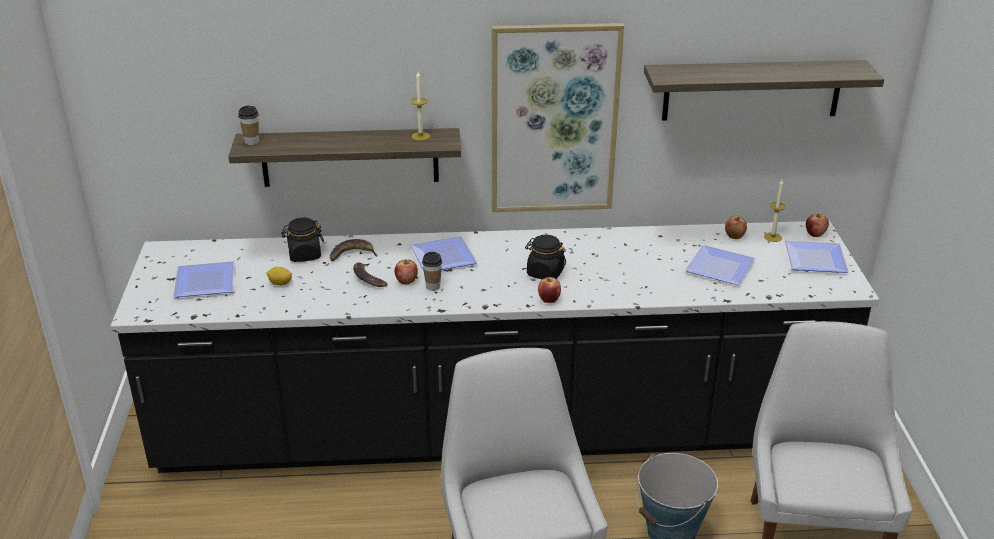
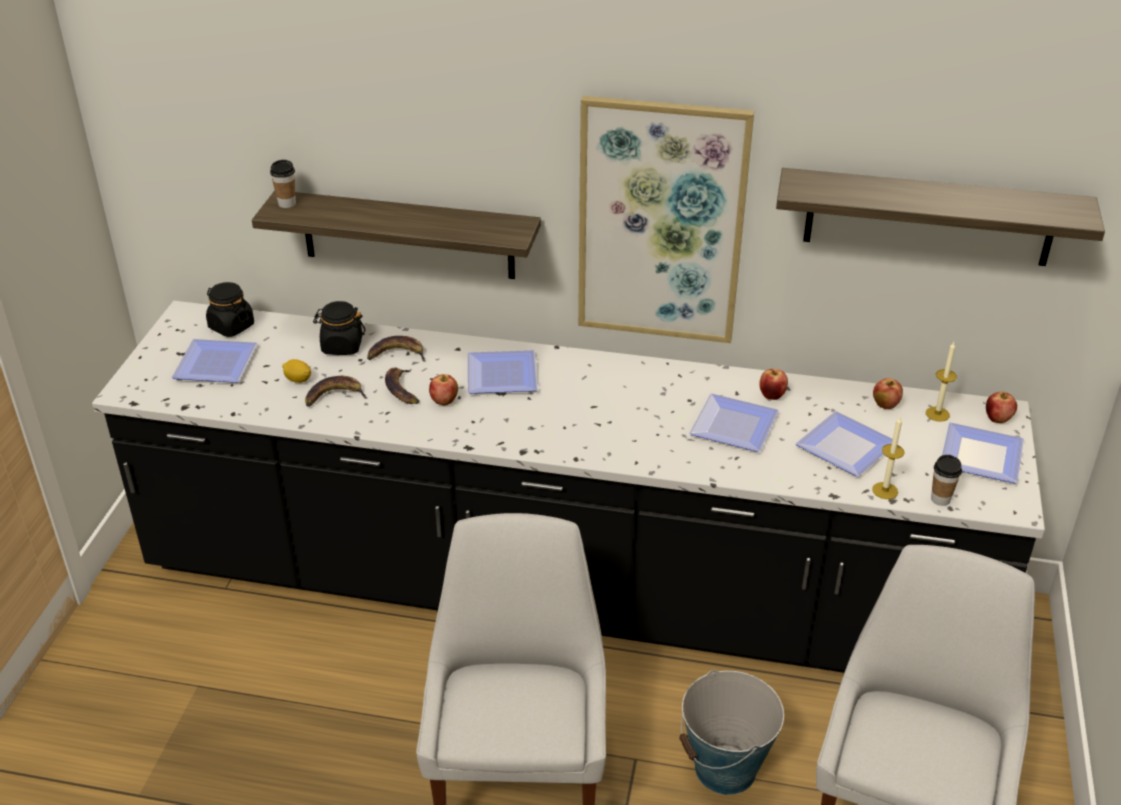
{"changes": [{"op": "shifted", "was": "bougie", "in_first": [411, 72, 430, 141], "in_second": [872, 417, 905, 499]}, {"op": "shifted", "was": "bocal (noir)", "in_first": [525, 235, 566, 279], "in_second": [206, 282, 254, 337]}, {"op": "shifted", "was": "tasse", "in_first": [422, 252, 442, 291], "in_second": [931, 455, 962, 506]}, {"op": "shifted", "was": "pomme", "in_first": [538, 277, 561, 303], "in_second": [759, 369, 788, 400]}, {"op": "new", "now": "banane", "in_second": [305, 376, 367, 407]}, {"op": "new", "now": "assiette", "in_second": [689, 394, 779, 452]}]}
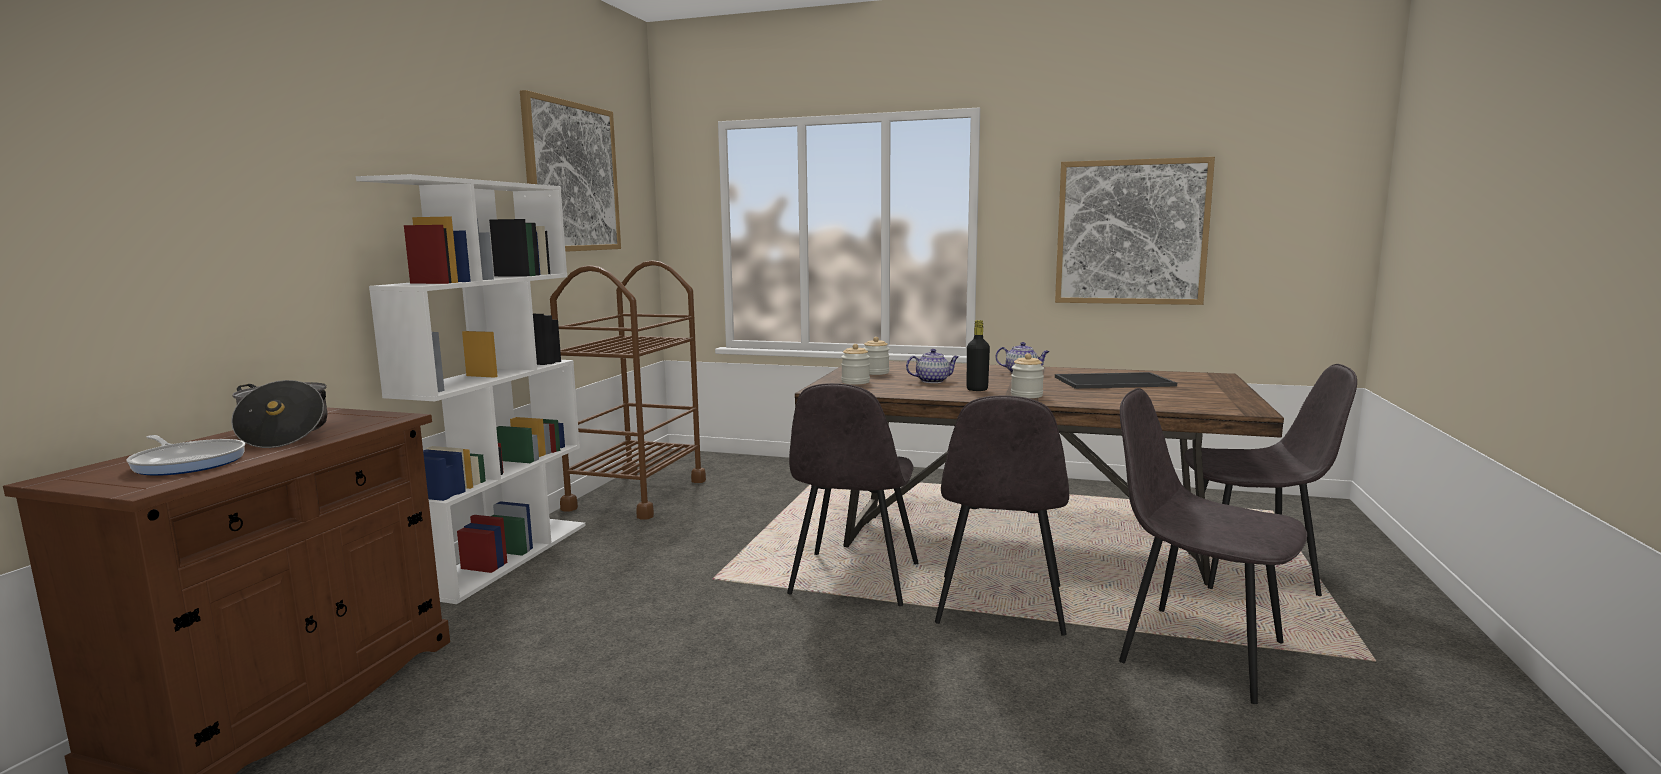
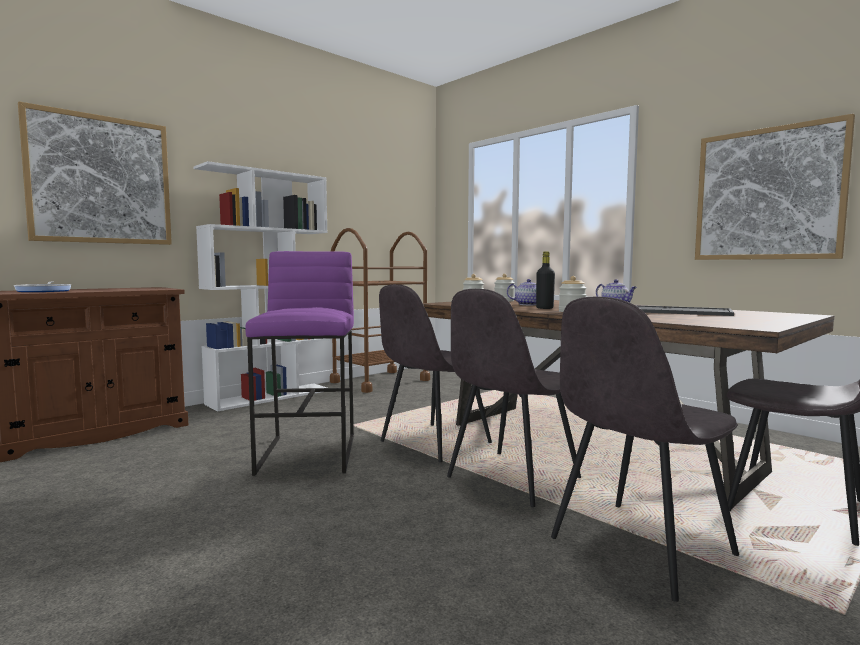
{"changes": [{"op": "shifted", "was": "tableau", "in_first": [520, 90, 621, 252], "in_second": [18, 101, 172, 245]}, {"op": "gone", "was": "marmite", "in_first": [231, 380, 327, 448]}, {"op": "rotated", "was": "chaise (gris)", "in_first": [1119, 388, 1307, 704], "in_second": [551, 297, 739, 602], "clockwise": -105}, {"op": "new", "now": "tabouret (violet)", "in_second": [245, 251, 354, 476]}]}
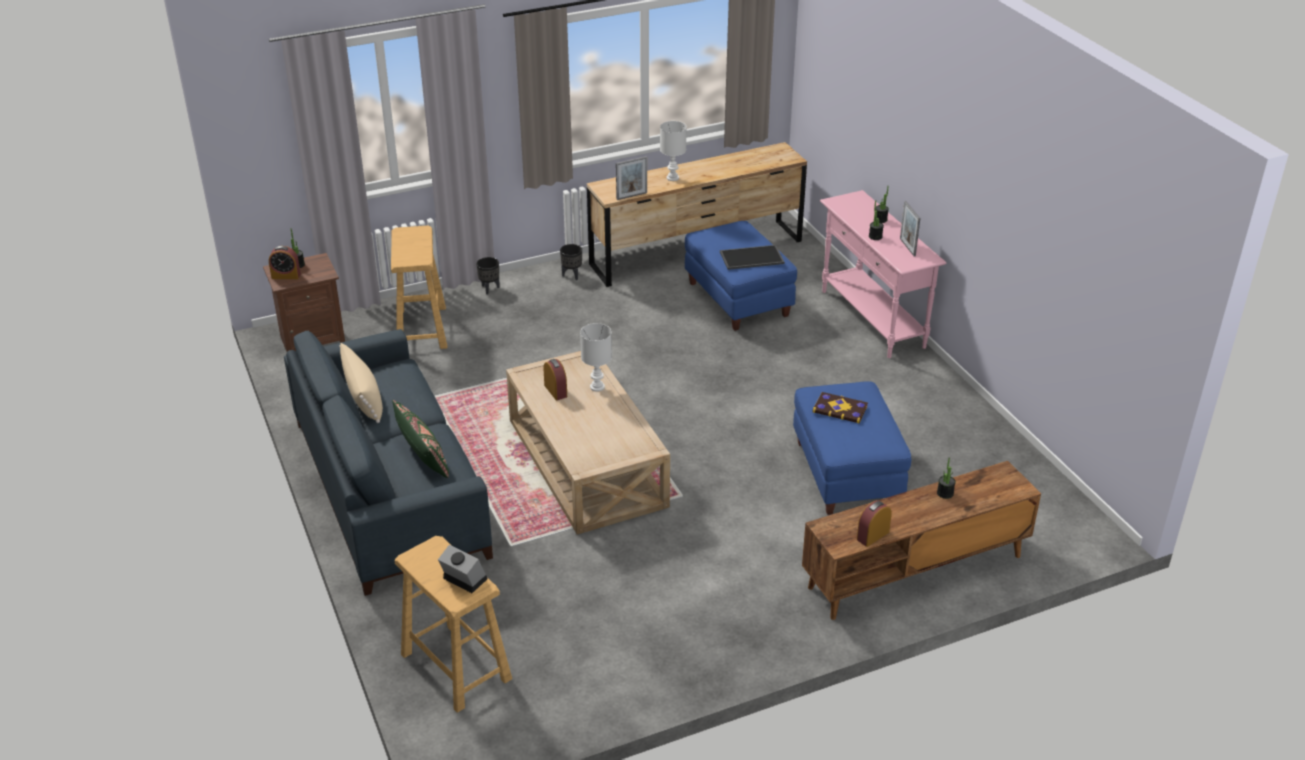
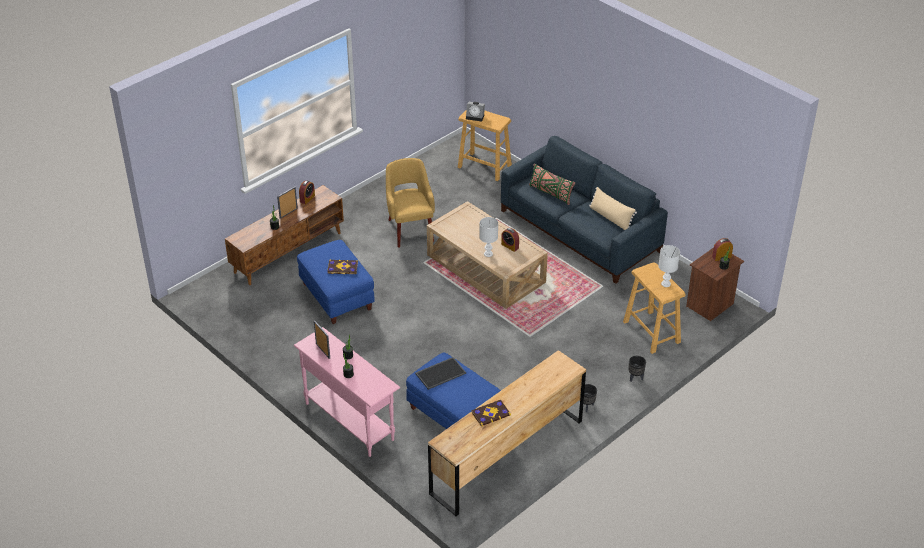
{"changes": [{"op": "shifted", "was": "lampe de table (blanc)", "in_first": [660, 121, 687, 181], "in_second": [658, 245, 680, 287]}, {"op": "shifted", "was": "cadre photo", "in_first": [616, 156, 647, 200], "in_second": [277, 186, 298, 219]}, {"op": "new", "now": "fauteuil (jaune)", "in_second": [386, 158, 435, 248]}, {"op": "new", "now": "livre", "in_second": [471, 400, 511, 426]}]}
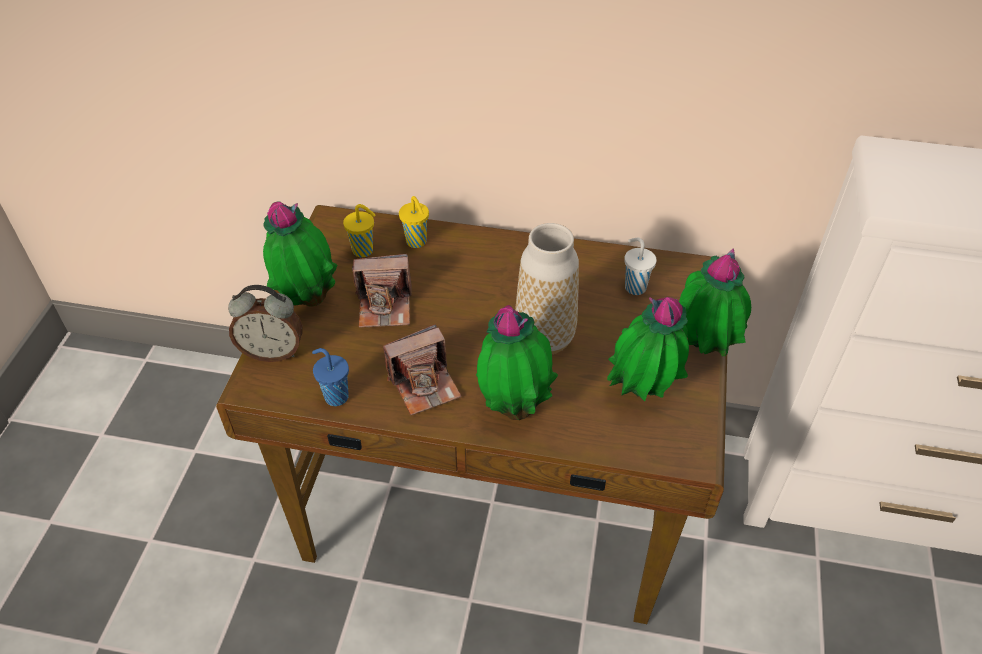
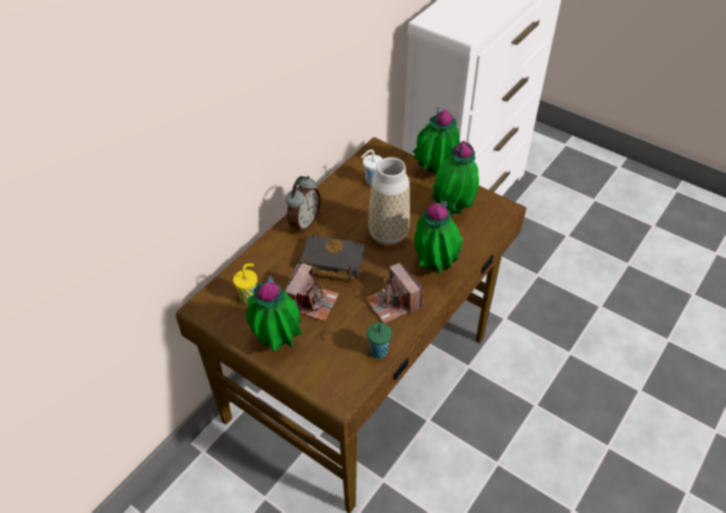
{"changes": [{"op": "gone", "was": "tasse (jaune)", "in_first": [399, 196, 429, 248]}, {"op": "shifted", "was": "réveil", "in_first": [228, 285, 303, 362], "in_second": [286, 176, 321, 234]}, {"op": "rotated", "was": "appareil photo", "in_first": [383, 324, 461, 415], "in_second": [365, 262, 423, 324], "clockwise": 150}, {"op": "repainted", "was": "tasse (bleu)", "now": "tasse (vert)", "in_first": [312, 348, 349, 406], "in_second": [366, 322, 392, 359]}, {"op": "new", "now": "livre (noir)", "in_second": [300, 233, 365, 280]}]}
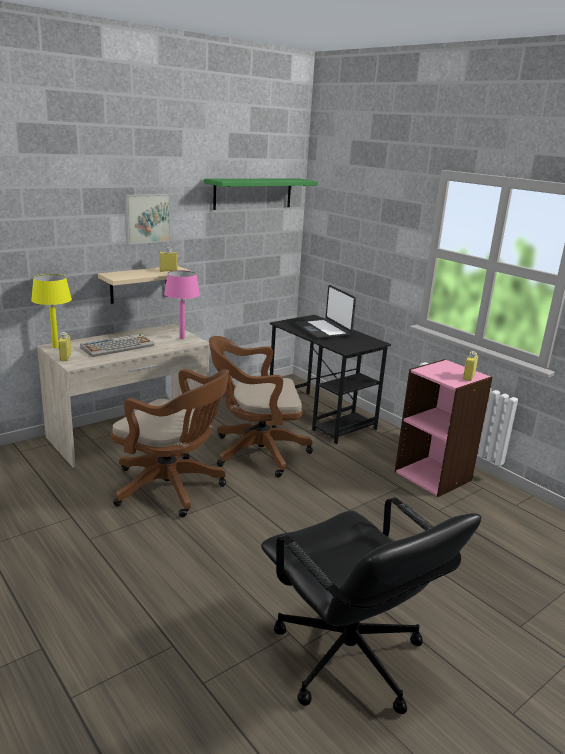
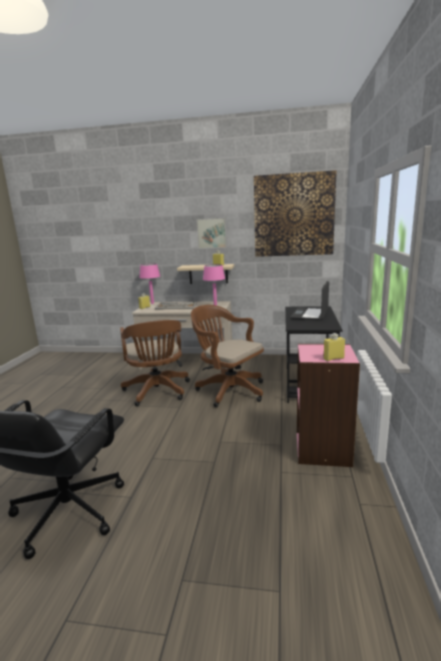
{"changes": [{"op": "swapped", "was": "étagère (vert)", "now": "tableau", "in_first": [204, 179, 318, 210], "in_second": [254, 170, 337, 257]}, {"op": "repainted", "was": "lampe de table (jaune)", "now": "lampe de table (rose)", "in_first": [31, 274, 72, 348], "in_second": [139, 263, 160, 304]}]}
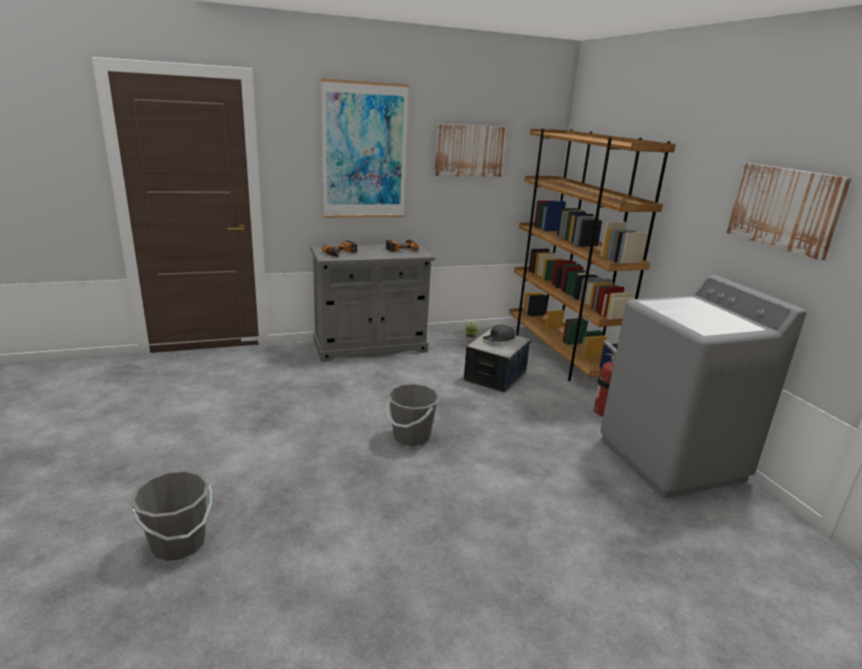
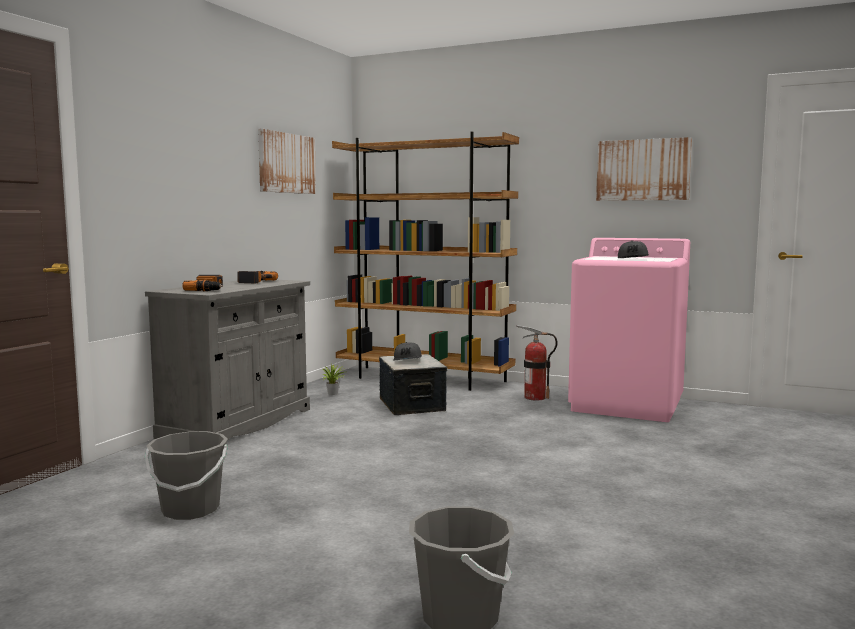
{"changes": [{"op": "gone", "was": "tableau", "in_first": [321, 78, 409, 218]}, {"op": "repainted", "was": "lave-linge (gris)", "now": "lave-linge (rose)", "in_first": [600, 275, 807, 498], "in_second": [568, 238, 690, 422]}, {"op": "shifted", "was": "seau (gris)", "in_first": [387, 384, 440, 446], "in_second": [145, 431, 228, 520]}, {"op": "new", "now": "casquette (gris)", "in_second": [618, 241, 648, 258]}]}
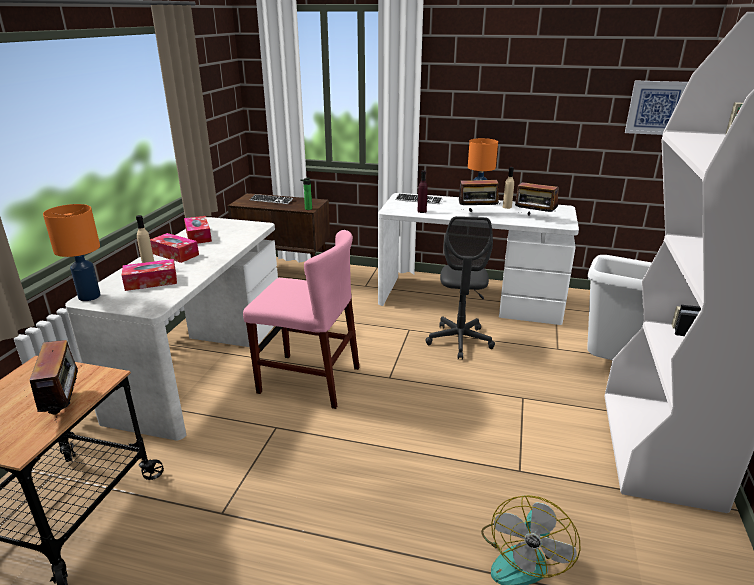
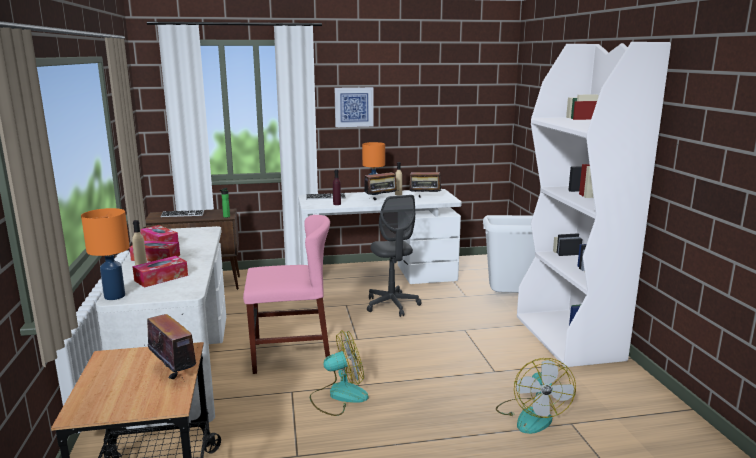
{"changes": [{"op": "shifted", "was": "tableau", "in_first": [625, 81, 688, 135], "in_second": [335, 87, 374, 127]}, {"op": "new", "now": "ventilateur", "in_second": [310, 330, 369, 416]}]}
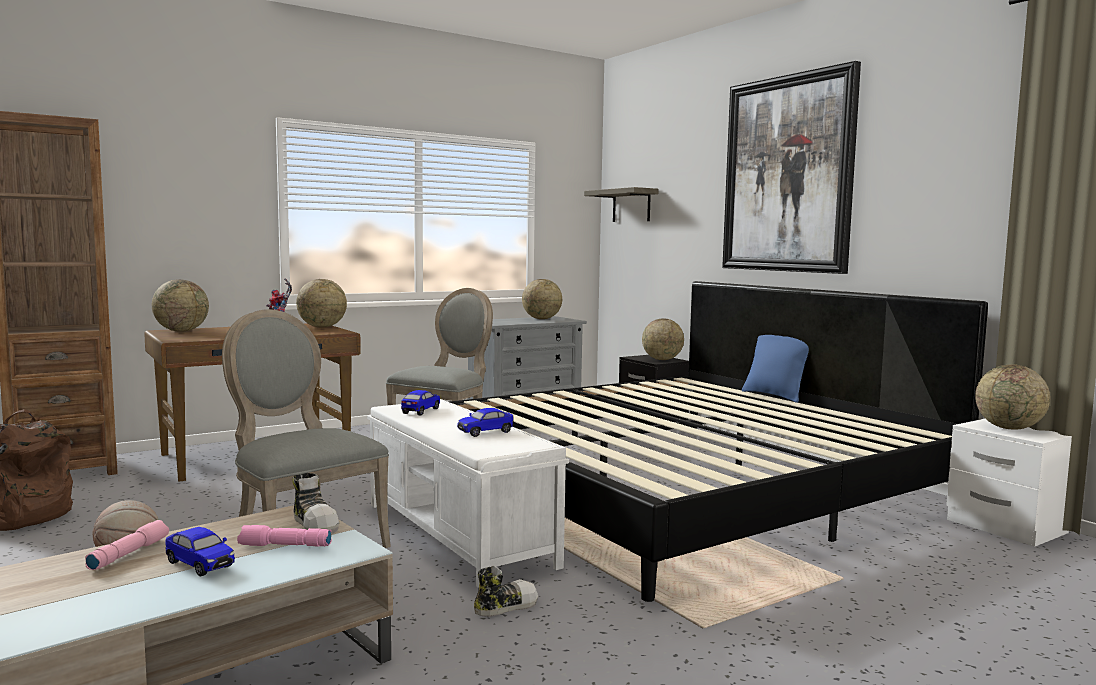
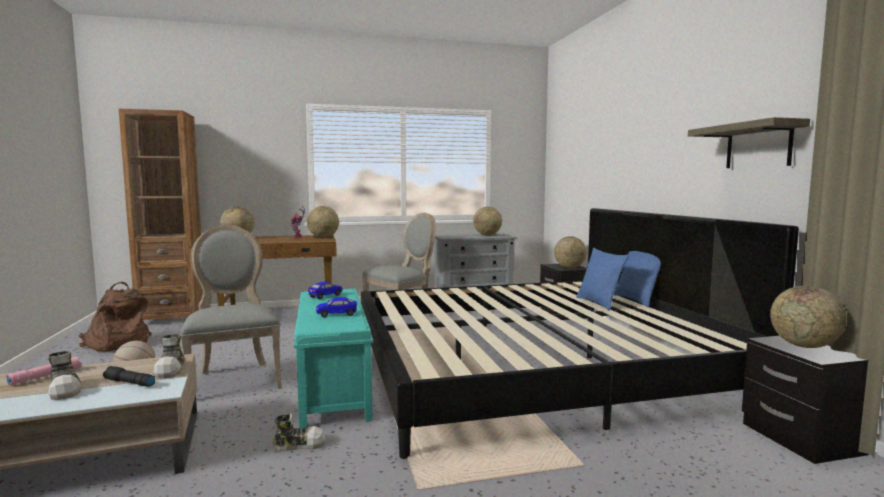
{"changes": [{"op": "gone", "was": "tableau", "in_first": [722, 61, 861, 274]}, {"op": "shifted", "was": "étagère", "in_first": [584, 187, 659, 222], "in_second": [688, 117, 810, 168]}, {"op": "repainted", "was": "banc (blanc)", "now": "banc (turquoise)", "in_first": [367, 399, 569, 588], "in_second": [294, 289, 373, 429]}, {"op": "repainted", "was": "table de chevet (blanc)", "now": "table de chevet (noir)", "in_first": [946, 419, 1072, 547], "in_second": [742, 336, 869, 464]}, {"op": "repainted", "was": "lampe de poche (rose)", "now": "lampe de poche (noir)", "in_first": [237, 525, 332, 547], "in_second": [103, 366, 155, 387]}, {"op": "swapped", "was": "petite voiture", "now": "chaussure", "in_first": [165, 527, 235, 577], "in_second": [48, 351, 81, 400]}, {"op": "new", "now": "coussin (bleu)", "in_second": [576, 248, 629, 311]}]}
